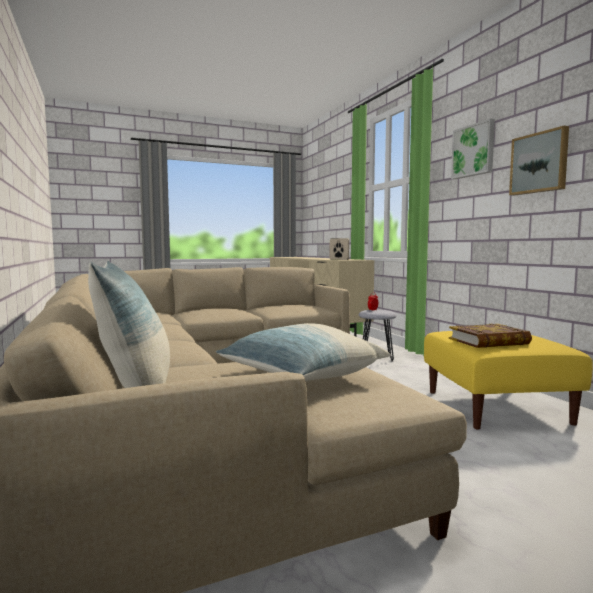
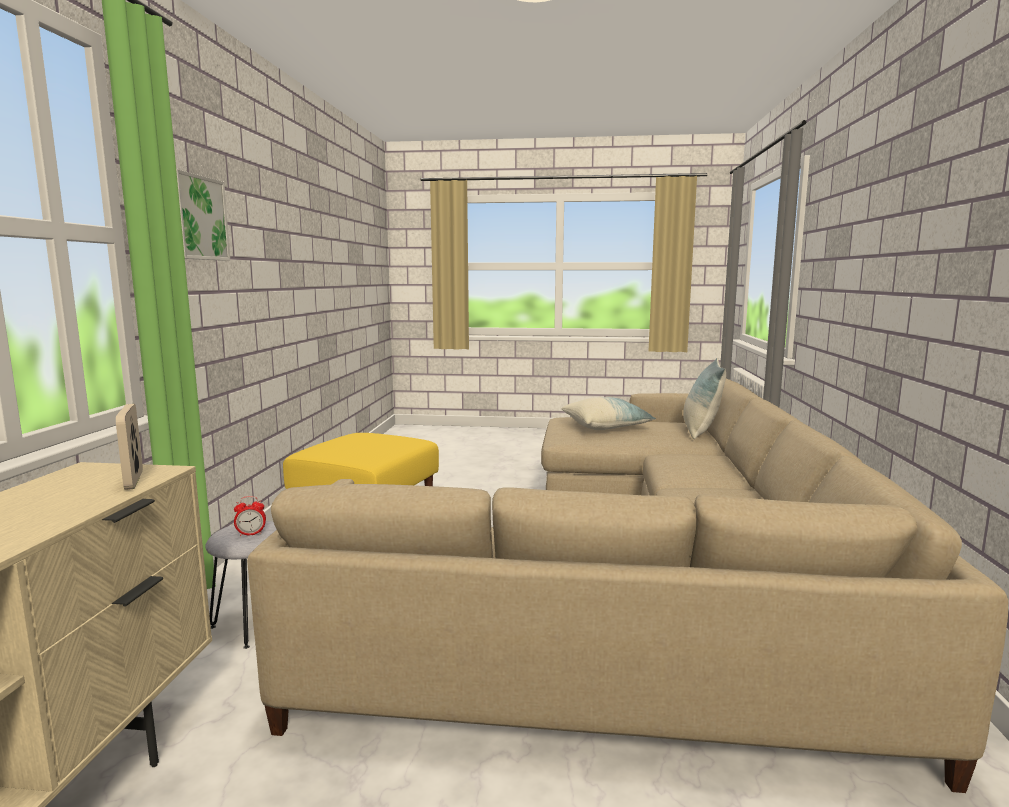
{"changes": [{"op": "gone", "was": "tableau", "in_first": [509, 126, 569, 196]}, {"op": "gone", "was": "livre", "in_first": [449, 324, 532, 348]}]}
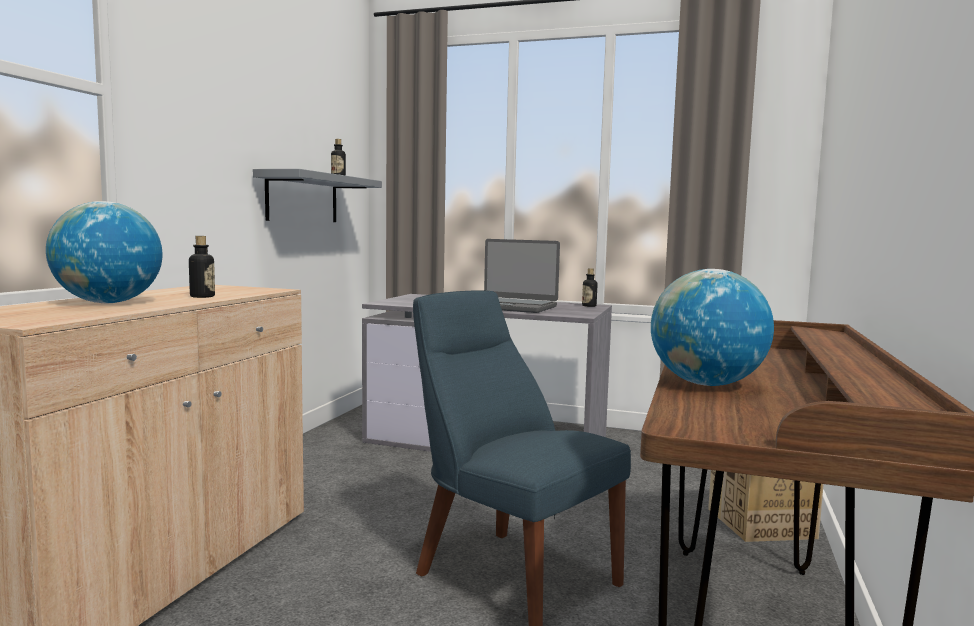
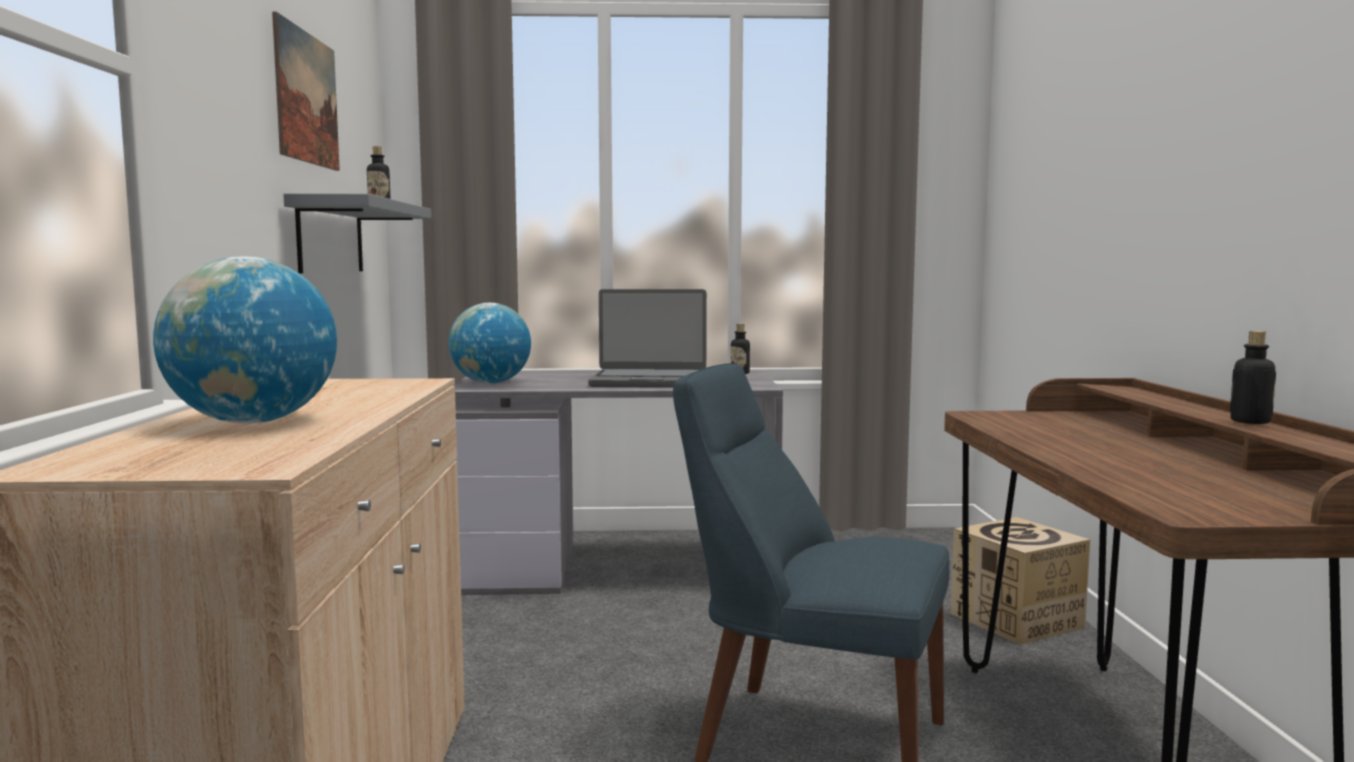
{"changes": [{"op": "shifted", "was": "bouteille", "in_first": [189, 236, 215, 298], "in_second": [1230, 331, 1276, 424]}, {"op": "shifted", "was": "globe", "in_first": [651, 269, 774, 386], "in_second": [449, 303, 531, 384]}, {"op": "new", "now": "tableau", "in_second": [272, 12, 340, 171]}]}
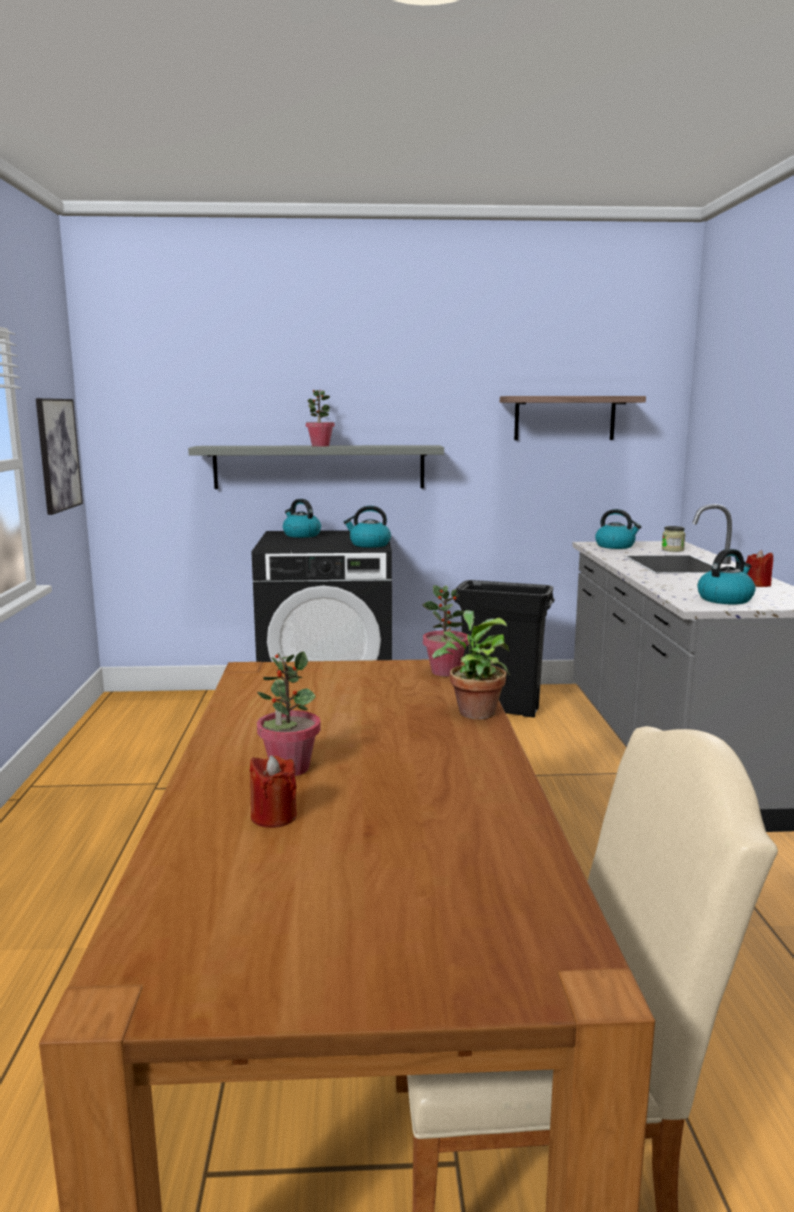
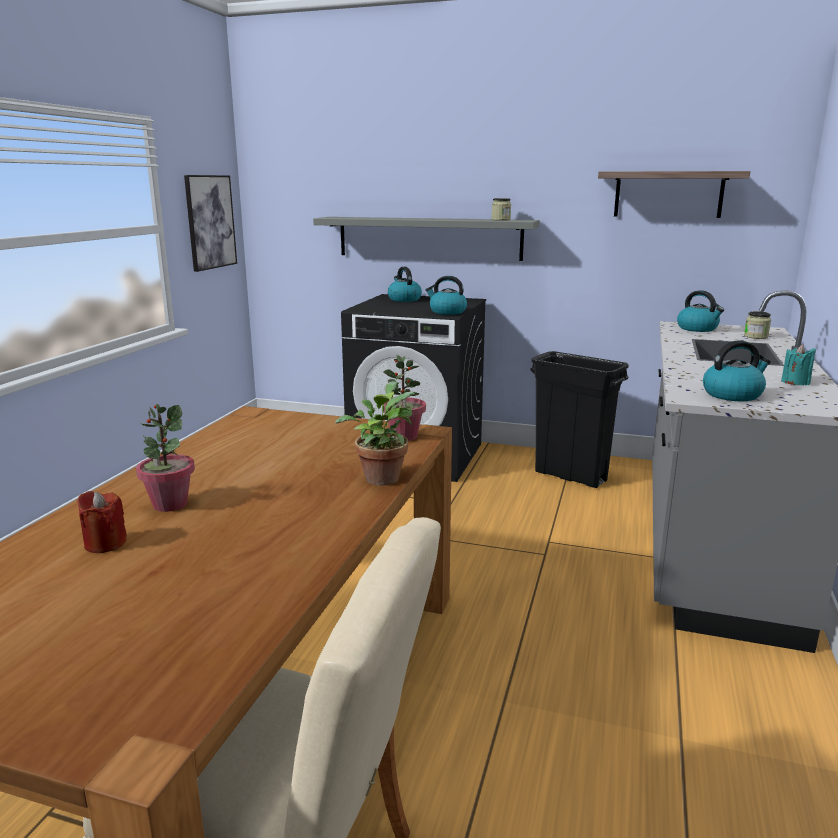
{"changes": [{"op": "gone", "was": "plante en pot", "in_first": [306, 390, 335, 447]}, {"op": "repainted", "was": "bougie (rouge)", "now": "bougie (turquoise)", "in_first": [746, 550, 773, 587], "in_second": [781, 344, 816, 385]}, {"op": "new", "now": "bocal", "in_second": [491, 198, 511, 221]}]}
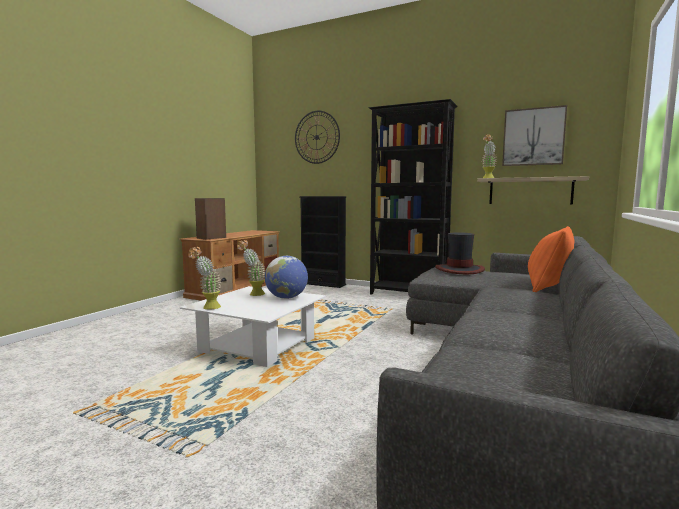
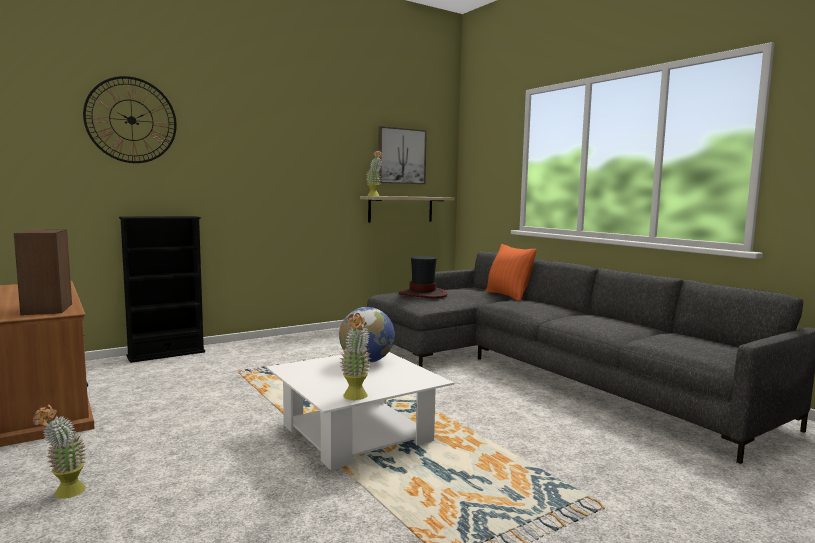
{"changes": [{"op": "gone", "was": "bibliothèque (noir)", "in_first": [369, 99, 458, 294]}, {"op": "shifted", "was": "plante en pot", "in_first": [237, 240, 266, 296], "in_second": [31, 405, 86, 499]}]}
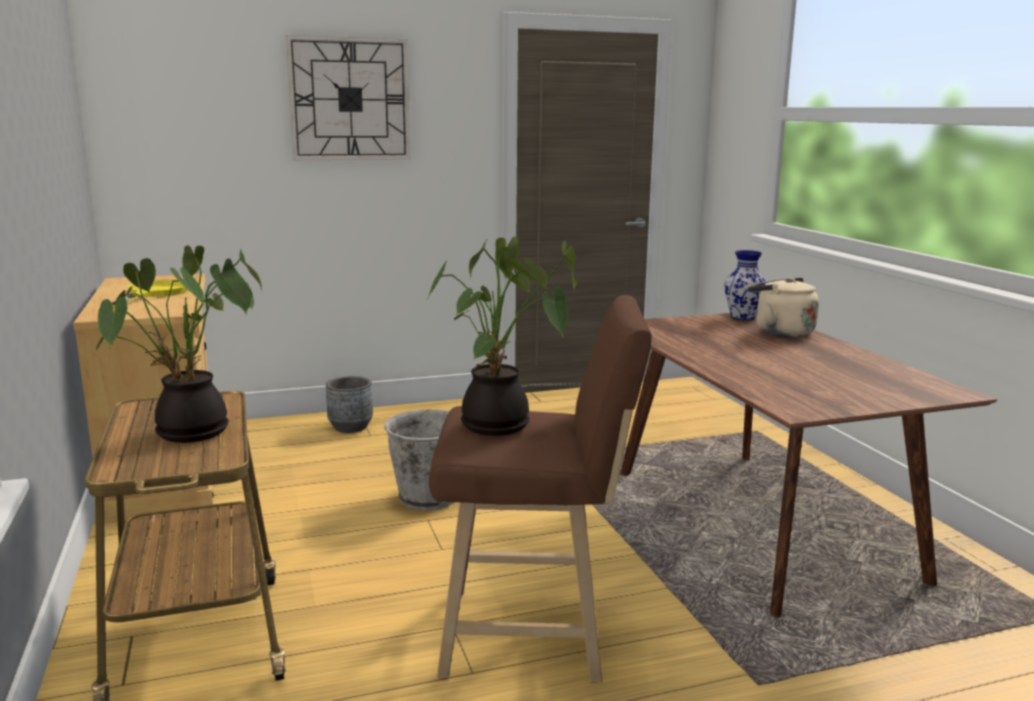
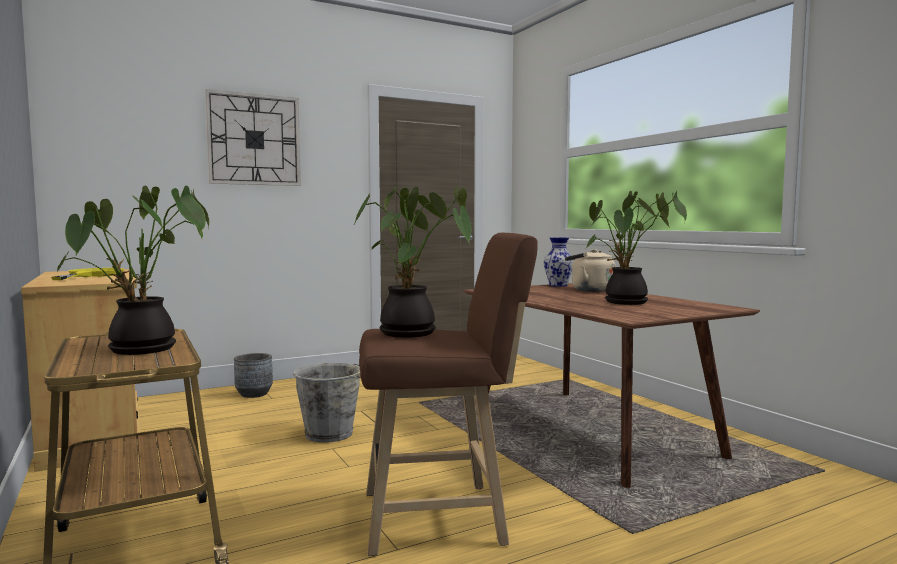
{"changes": [{"op": "new", "now": "plante en pot", "in_second": [586, 191, 687, 305]}]}
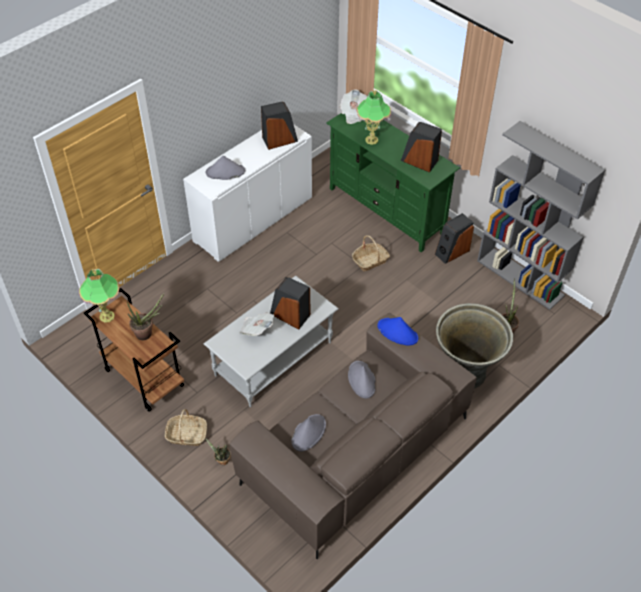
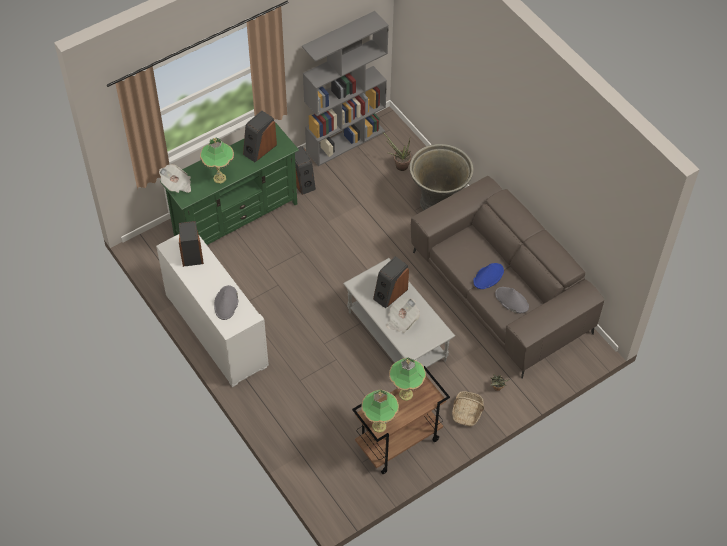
{"changes": [{"op": "gone", "was": "panier", "in_first": [352, 235, 390, 272]}, {"op": "swapped", "was": "plante en pot", "now": "lampe de table", "in_first": [127, 293, 164, 340], "in_second": [389, 357, 426, 401]}, {"op": "shifted", "was": "chapeau (bleu)", "in_first": [378, 317, 418, 345], "in_second": [473, 263, 504, 289]}, {"op": "gone", "was": "chapeau (gris)", "in_first": [348, 361, 376, 398]}]}
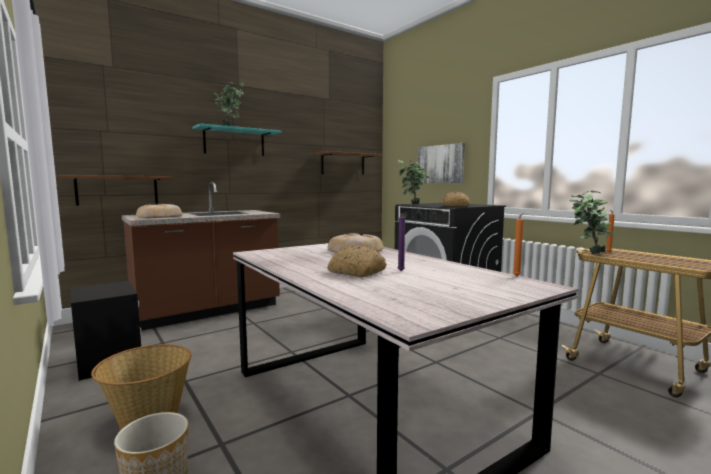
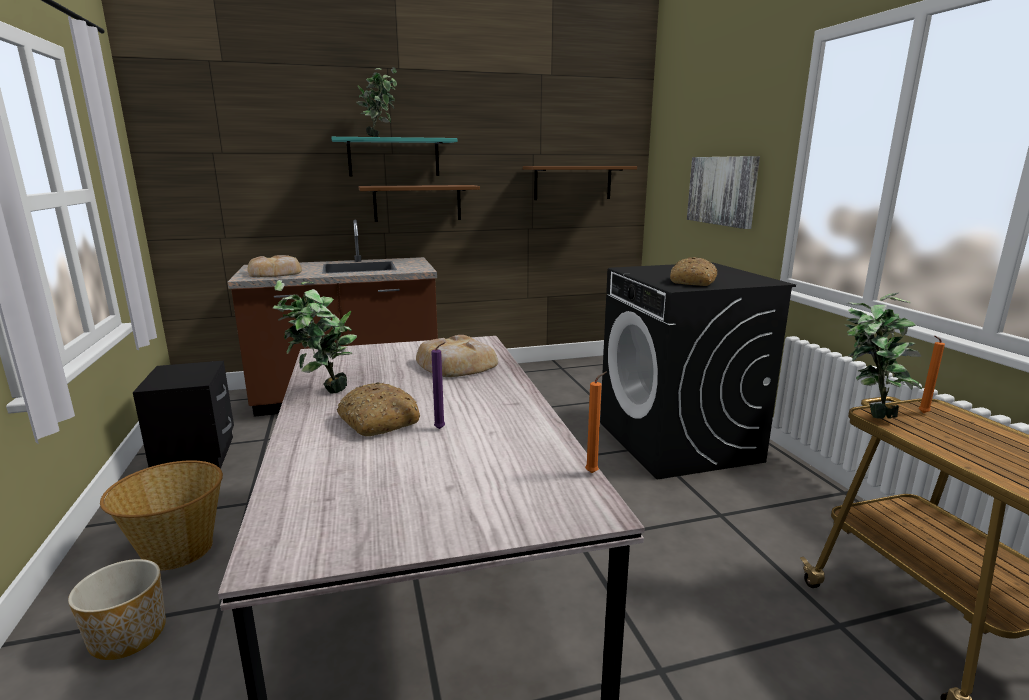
{"changes": [{"op": "shifted", "was": "plante en pot", "in_first": [398, 160, 429, 204], "in_second": [273, 280, 357, 393]}, {"op": "shifted", "was": "étagère (marron)", "in_first": [59, 175, 173, 206], "in_second": [358, 185, 480, 222]}]}
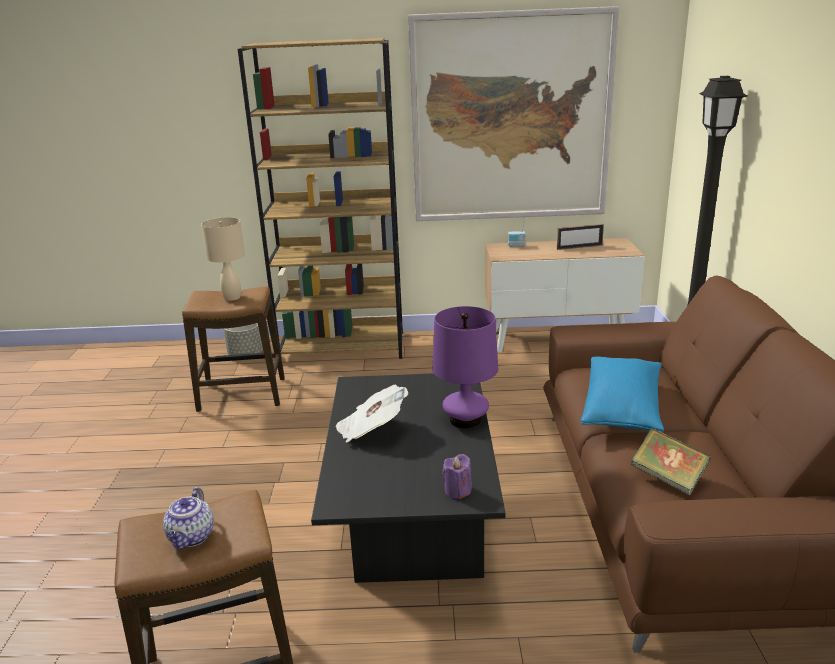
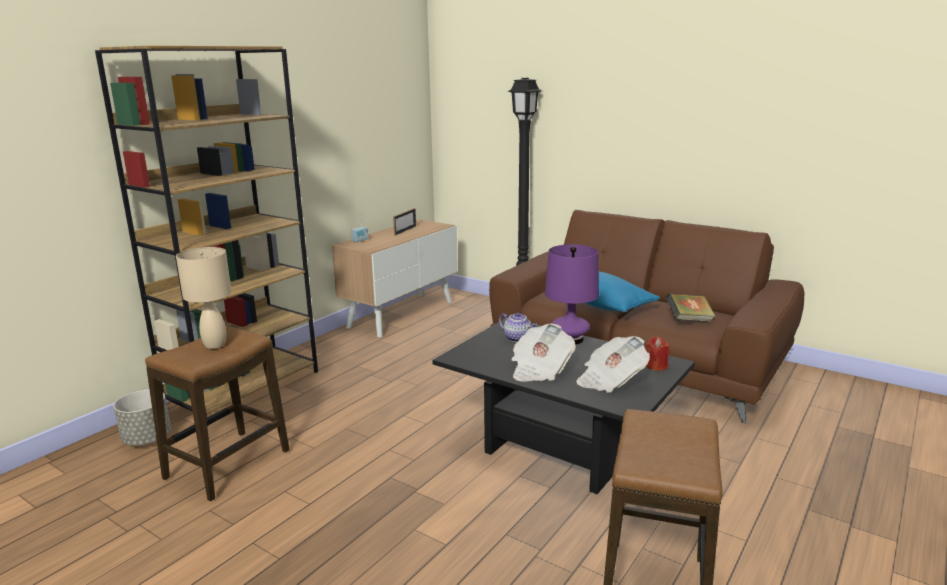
{"changes": [{"op": "gone", "was": "tableau", "in_first": [408, 6, 620, 221]}, {"op": "repainted", "was": "bougie (violet)", "now": "bougie (rouge)", "in_first": [442, 454, 472, 499], "in_second": [646, 337, 669, 371]}, {"op": "shifted", "was": "théière", "in_first": [163, 487, 214, 549], "in_second": [499, 312, 537, 342]}, {"op": "new", "now": "journal", "in_second": [576, 336, 650, 393]}]}
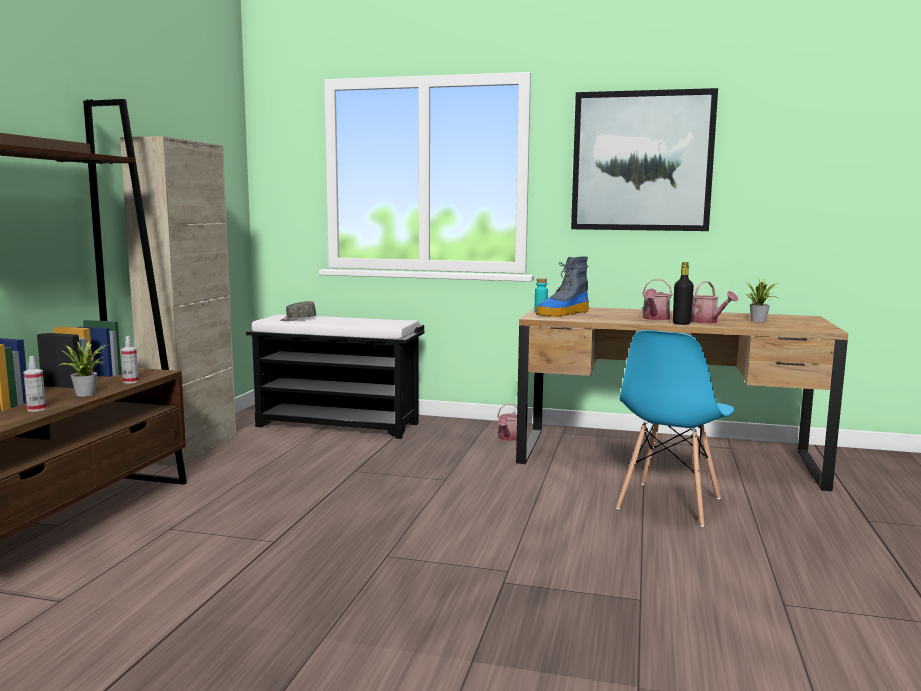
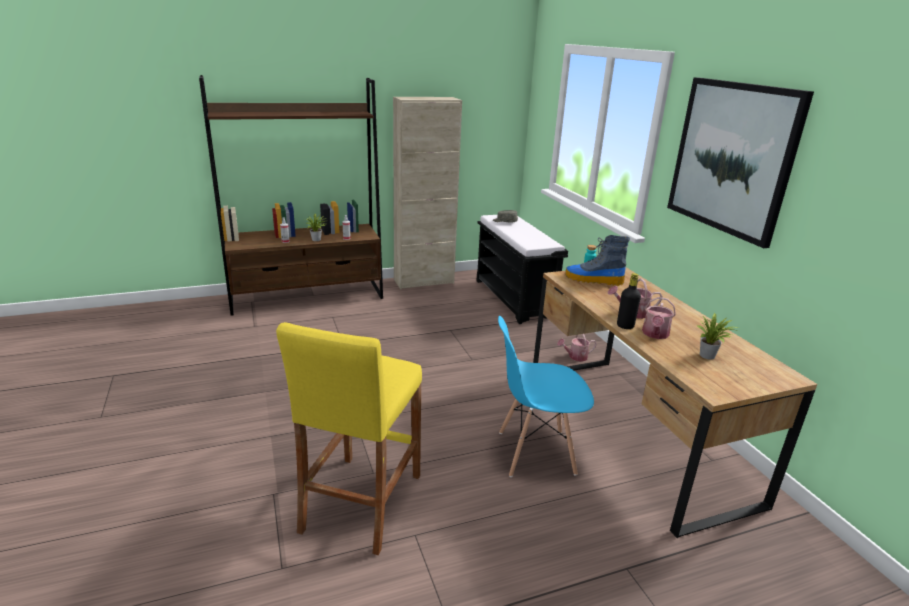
{"changes": [{"op": "new", "now": "tabouret (jaune)", "in_second": [276, 322, 422, 555]}]}
